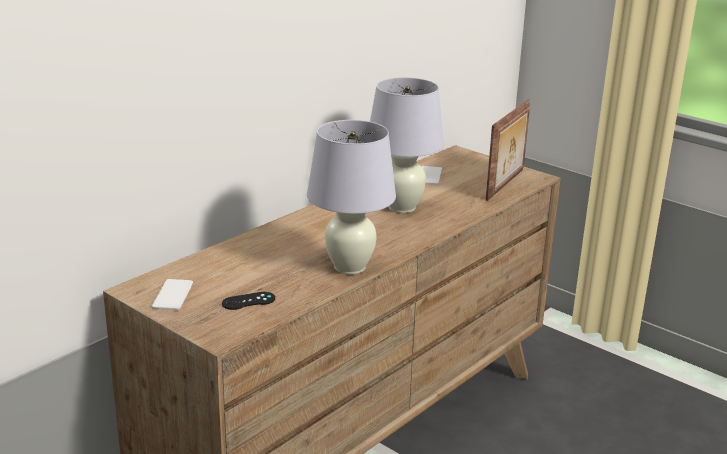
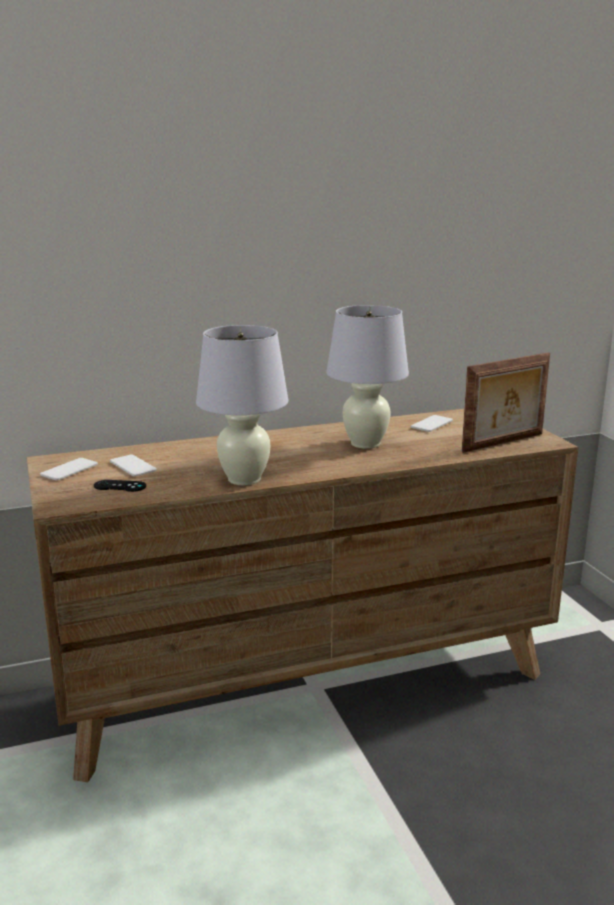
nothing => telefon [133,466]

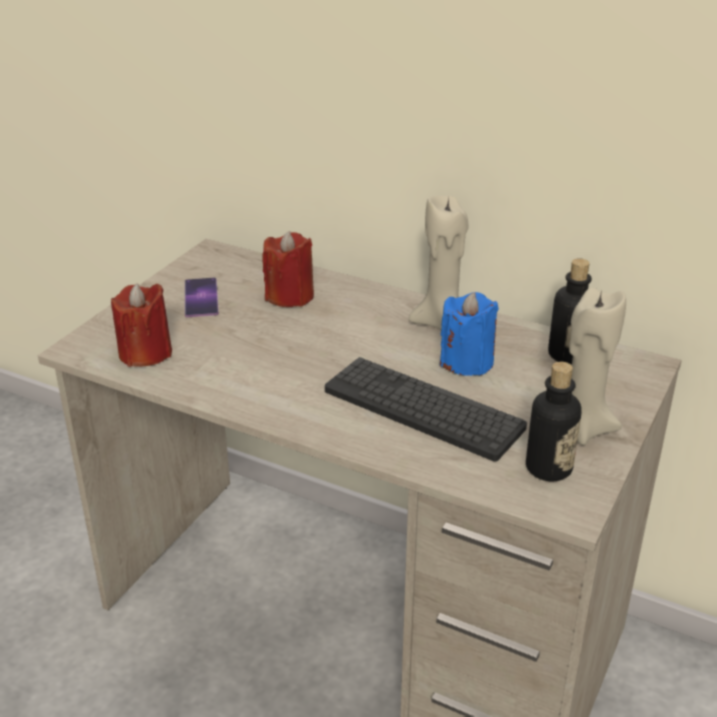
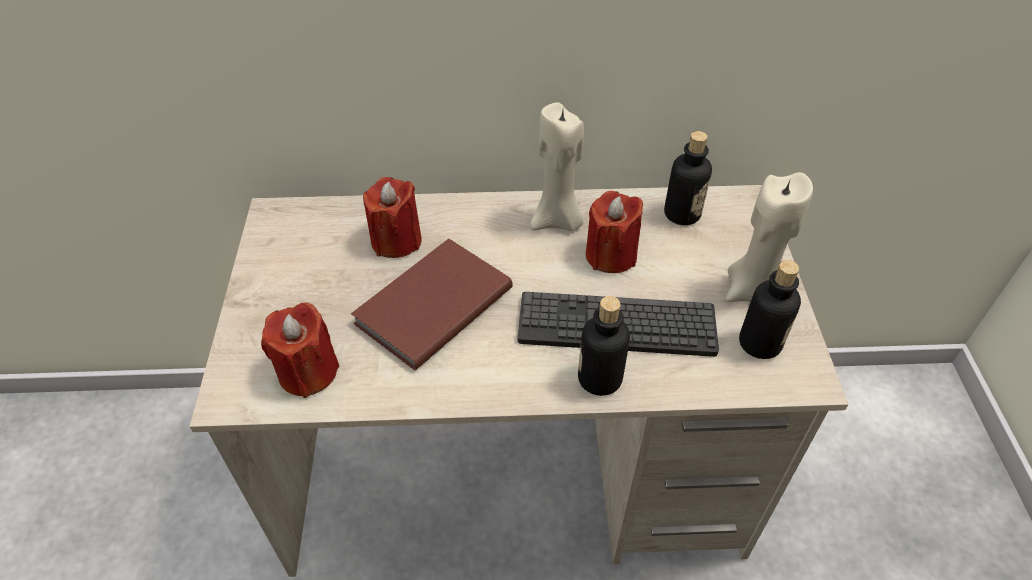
telefon [201,298] => nothing
świeca/niebieski [467,362] => świeca/czerwony [611,255]
nothing => książka/brązowy [430,305]
nothing => butelka [599,379]

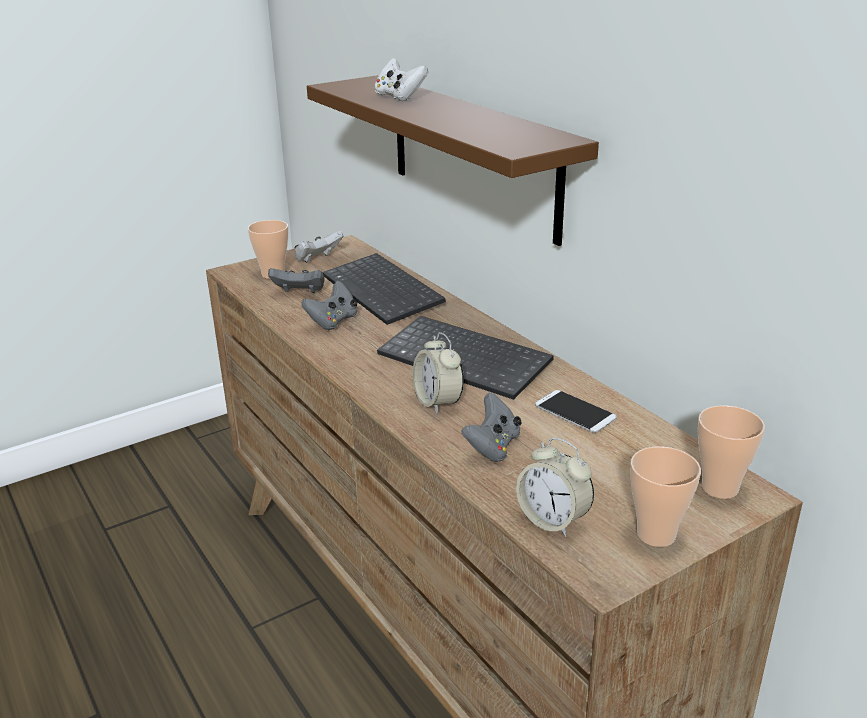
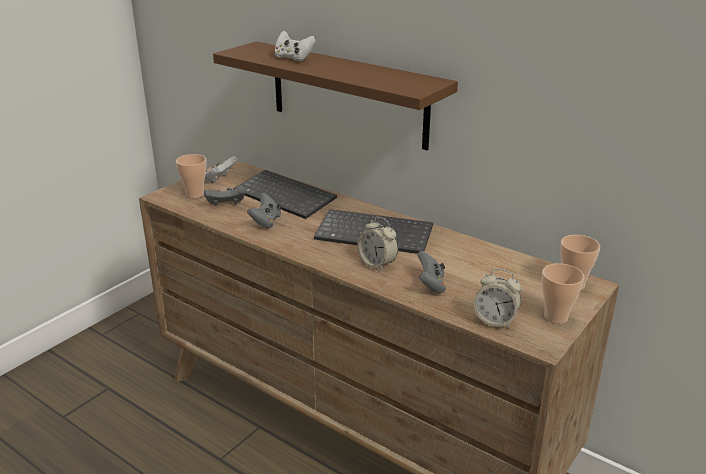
telefon [575,412] => nothing

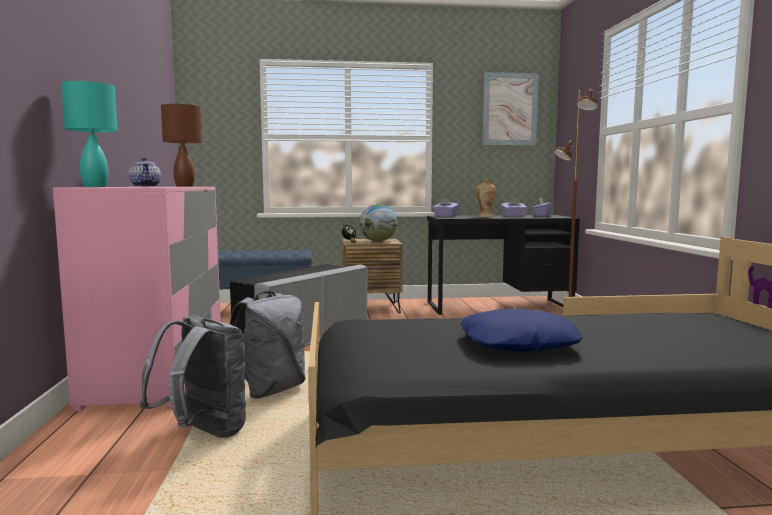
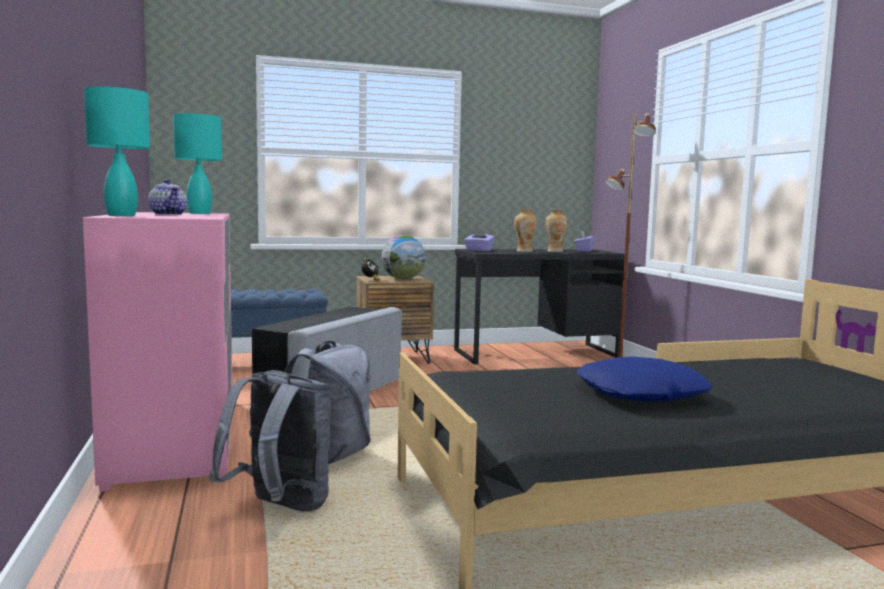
obraz [510,109] => nothing
lampa stołowa/brązowy [185,186] => lampa stołowa/turkusowy [200,213]
pudełko chusteczek/fioletowy [513,216] => wazon [555,251]

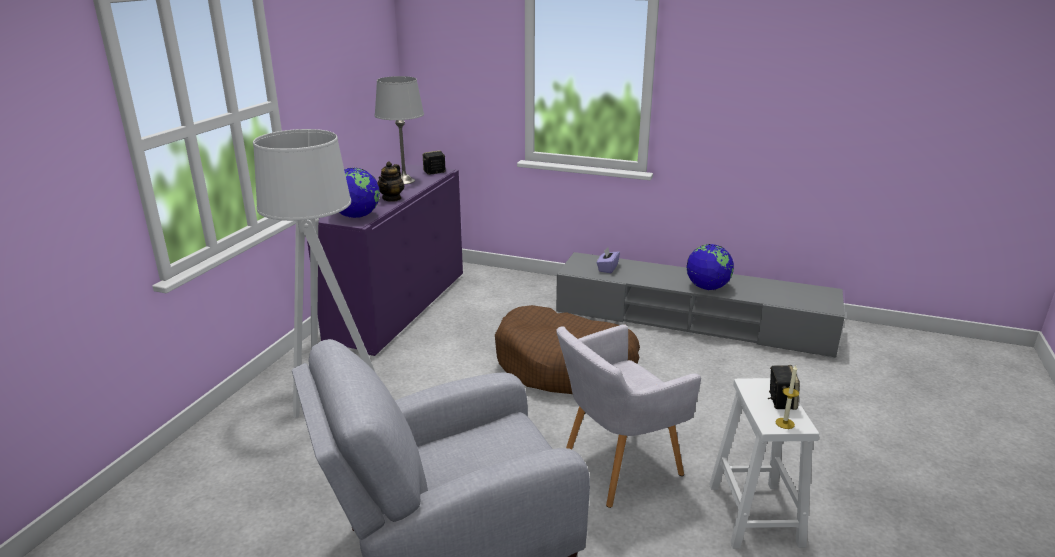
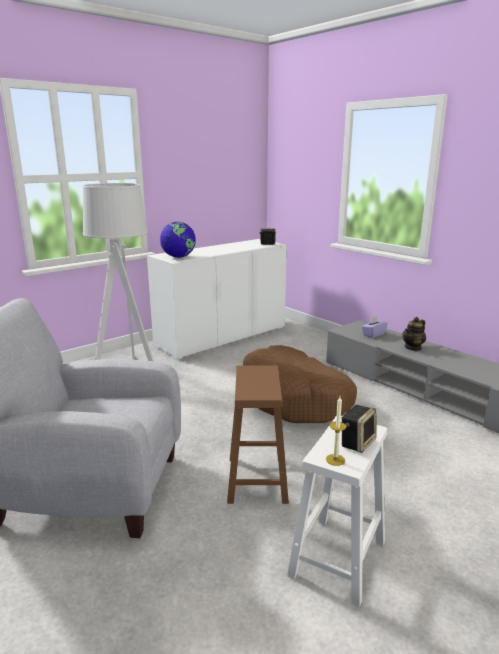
lampa stołowa/szary [404,181] => nothing
imbryk [392,198] => imbryk [413,347], moved
szafka/fioletowy [399,307] => szafka/biały [222,337]
globus [707,287] => nothing
fotel/szary [616,468] => stołek/brązowy [256,478]

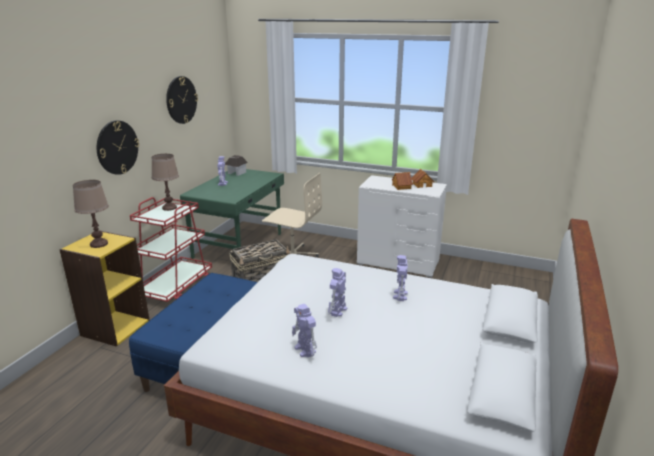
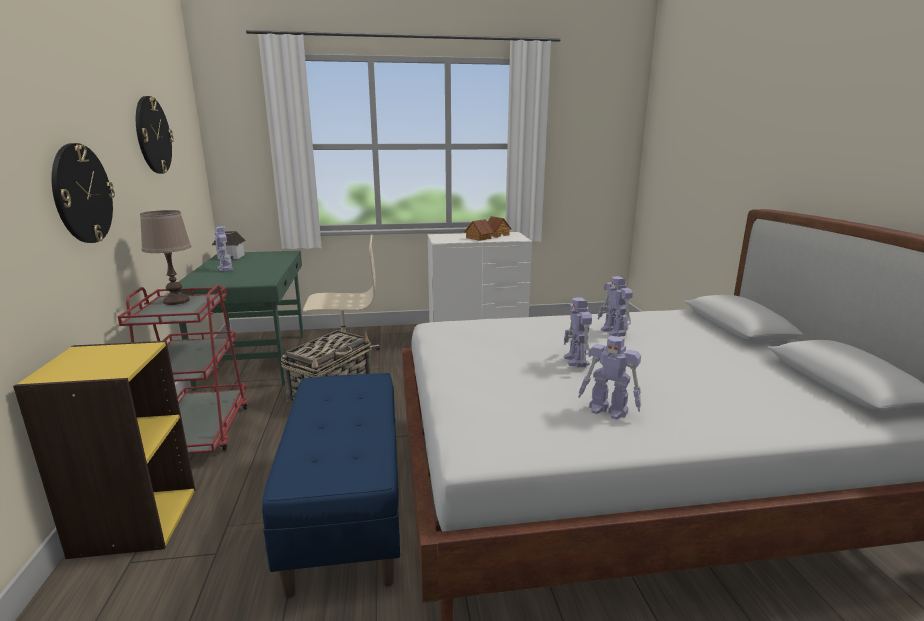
lampa stołowa/brązowy [99,244] => nothing

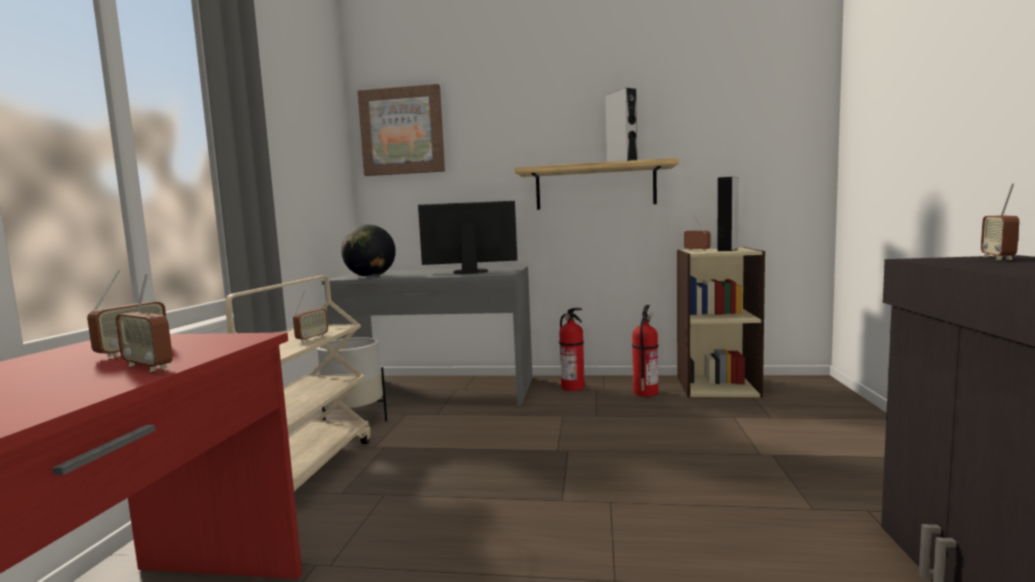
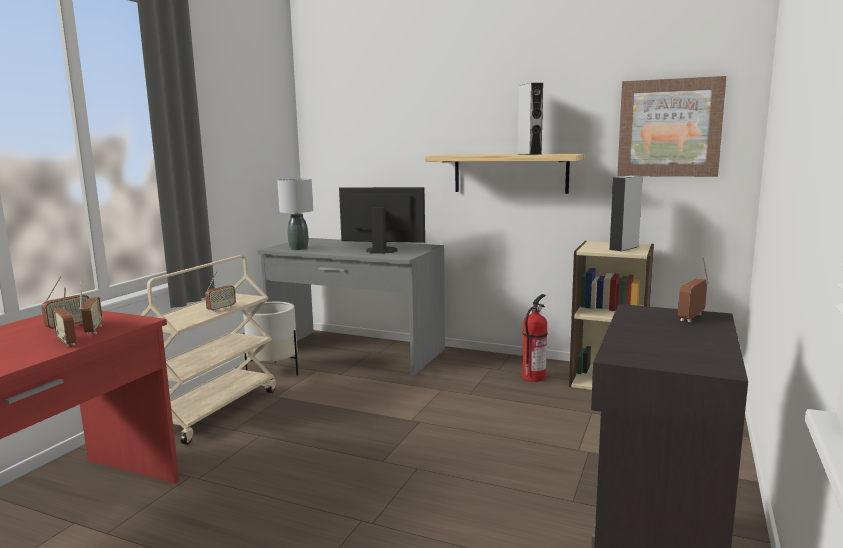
obraz [402,131] => obraz [669,128], moved
radio [696,250] => radio [93,330], moved
globus [370,276] => lampa stołowa/szary [298,248]
gaśnica [573,387] => nothing

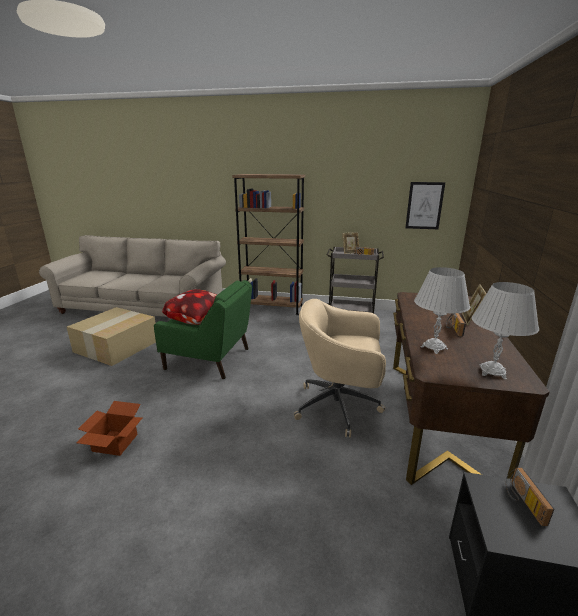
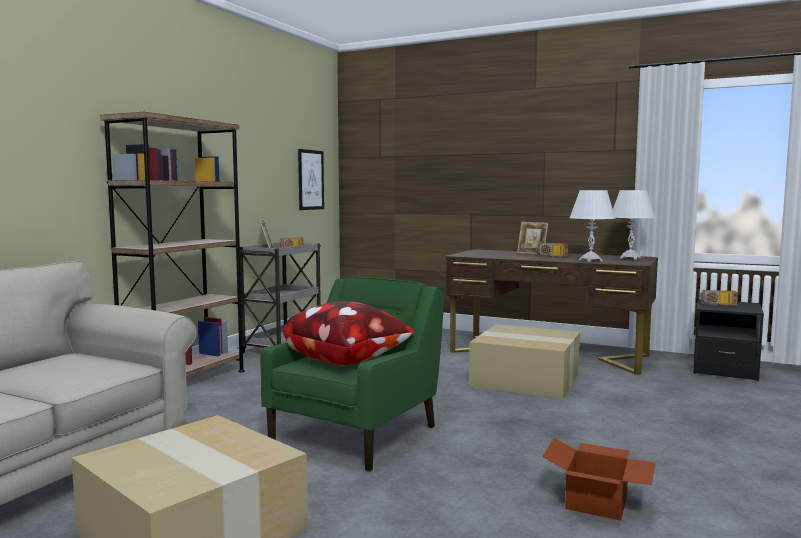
krzesło biurowe/beżowy [339,407] => karton [523,379]

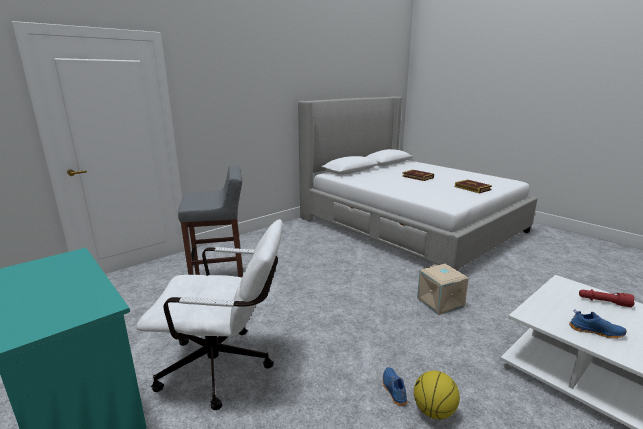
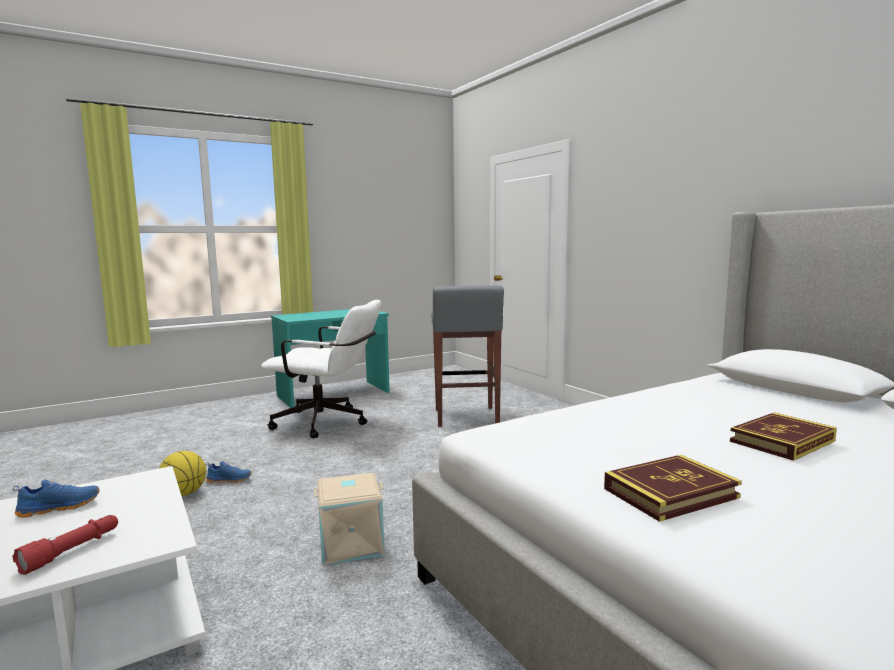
krzesło biurowe/biały [225,367] => krzesło biurowe/biały [328,423], 90 degrees counterclockwise
but/niebieski [595,331] => but/niebieski [59,507], 150 degrees counterclockwise

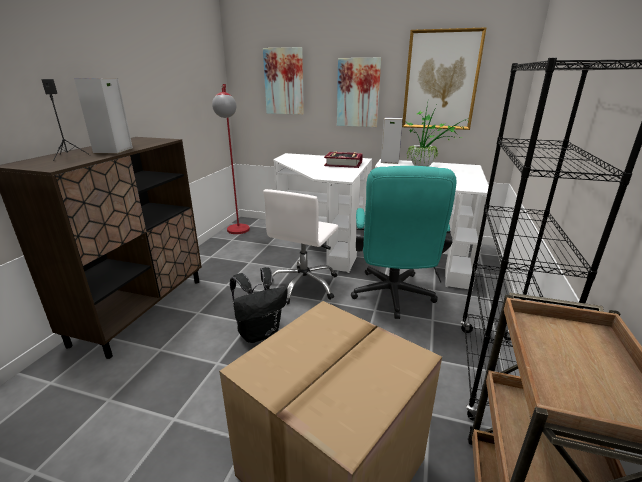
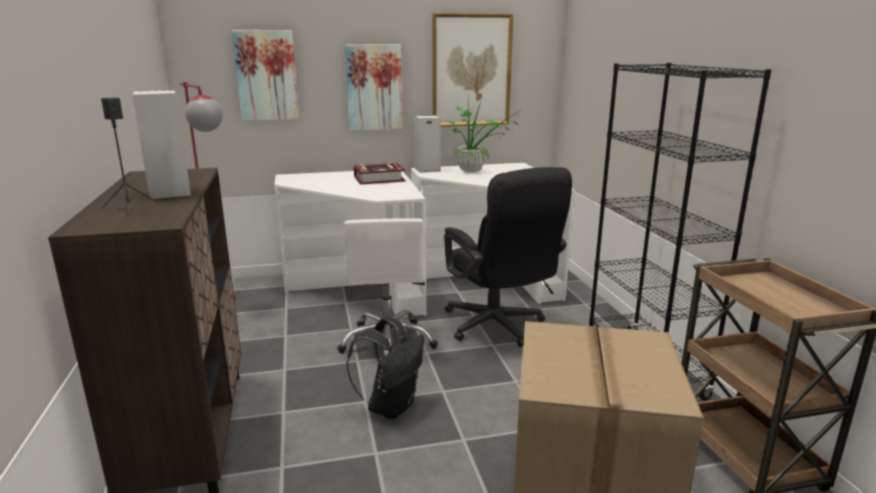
krzesło biurowe/turkusowy [393,298] => krzesło biurowe/czarny [498,328]

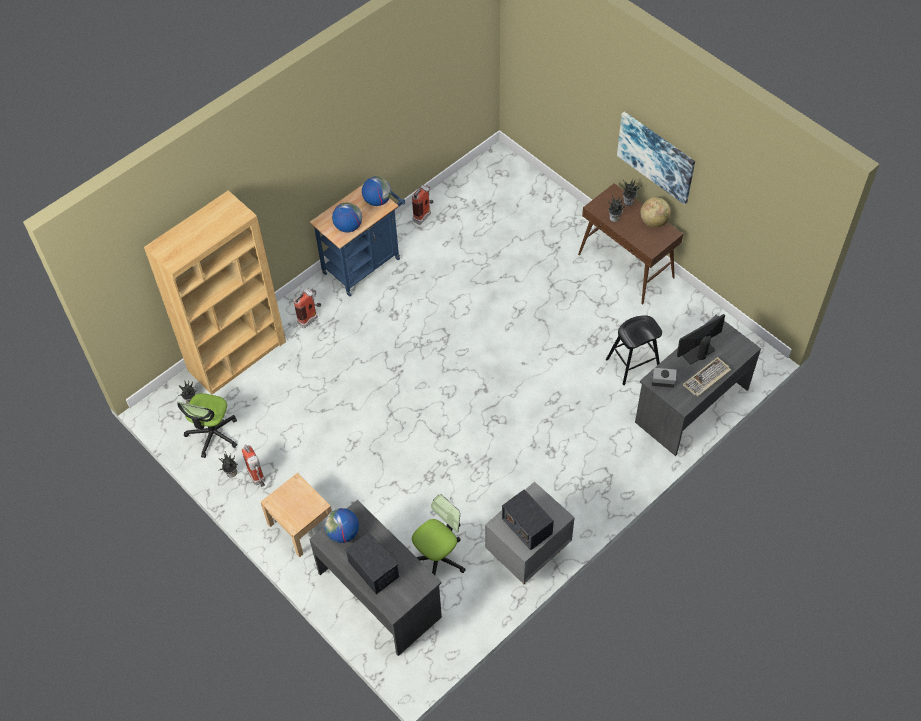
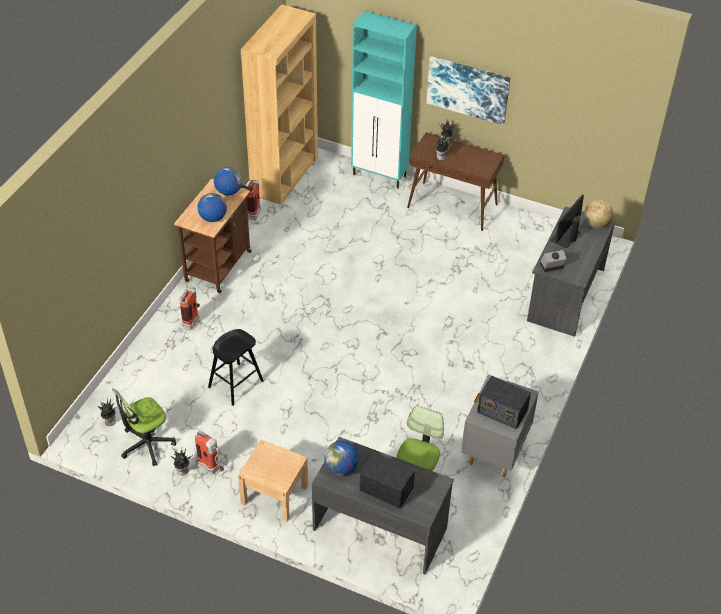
wózek/niebieski [365,263] => wózek/brązowy [220,263]
regał/brązowy [237,356] => regał/brązowy [284,176], moved
globus [654,221] => globus [596,224], moved
stołek/czarny [632,364] => stołek/czarny [235,384], moved
klawiatura [707,378] => nothing
krzesło biurowe [213,434] => krzesło biurowe [147,444], 60 degrees clockwise
nothing => szafka/turkusowy [380,176]

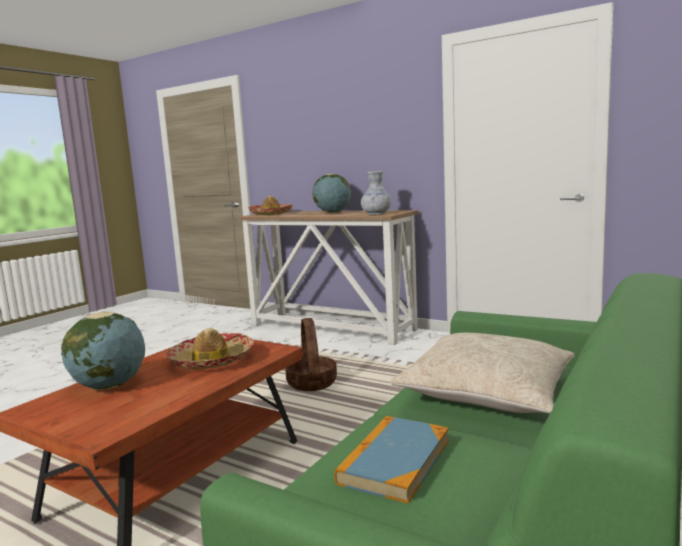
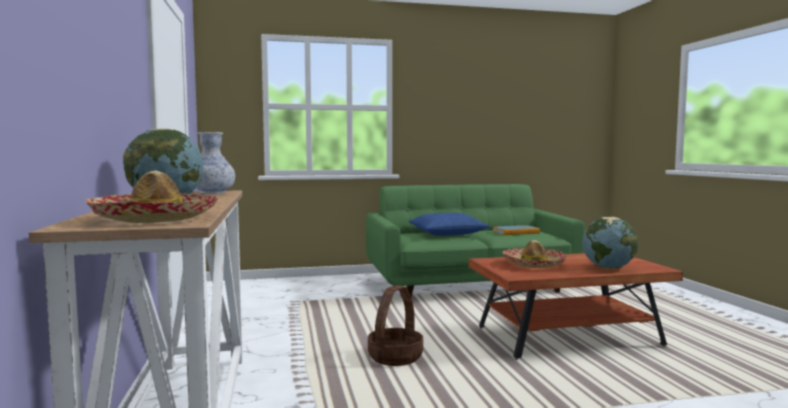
poduszka/beżowy [487,389] => poduszka/niebieski [447,233]

